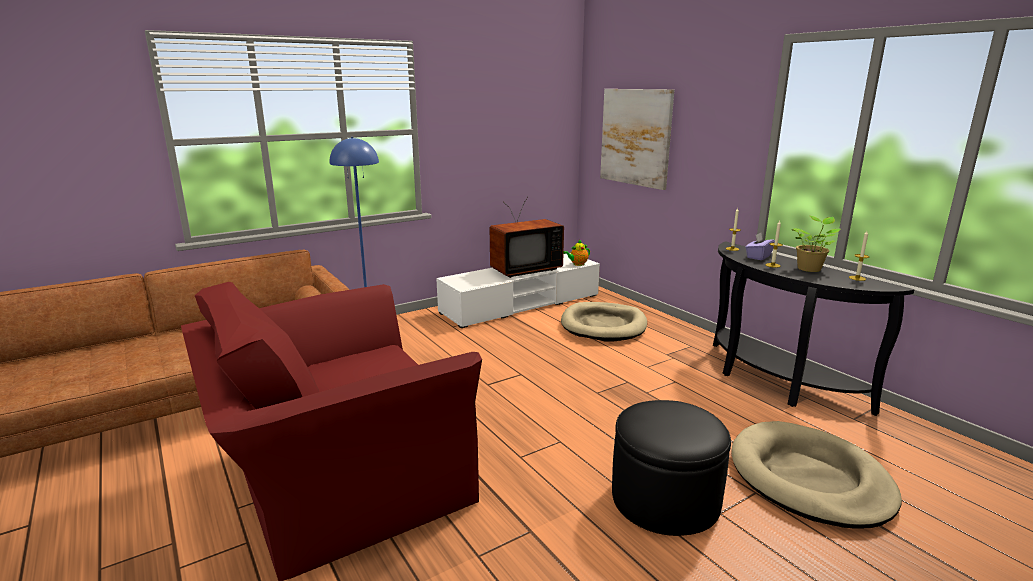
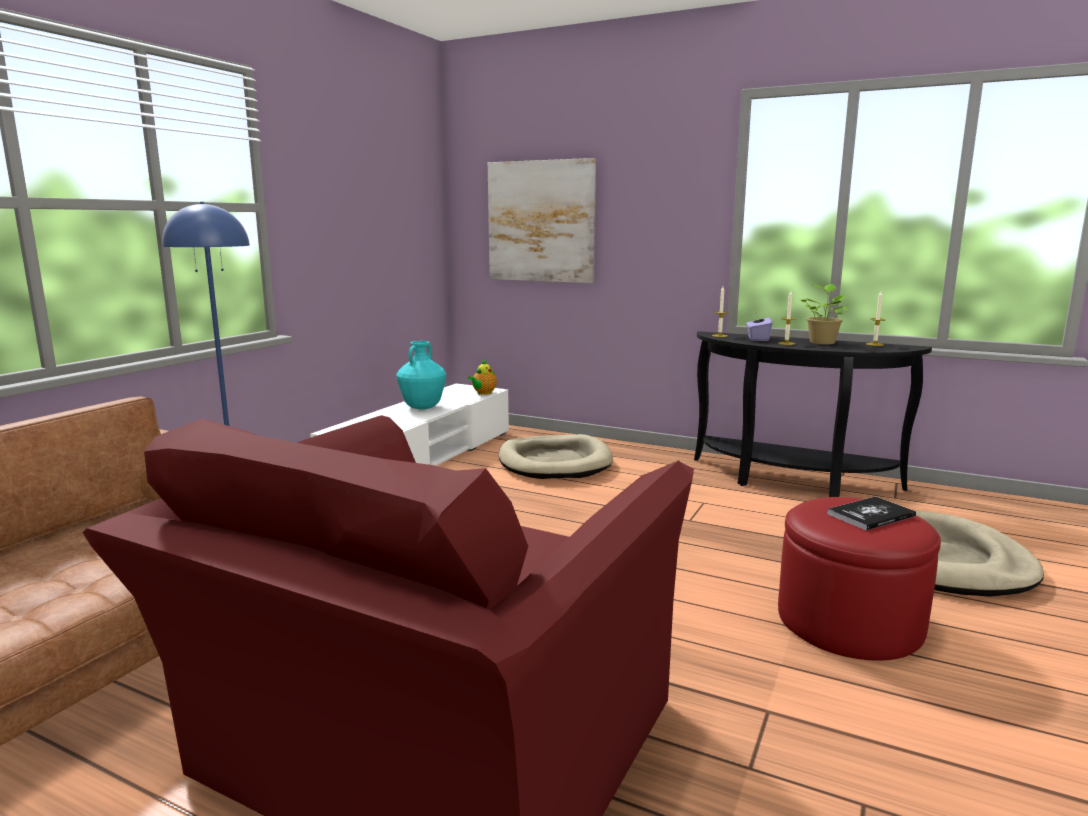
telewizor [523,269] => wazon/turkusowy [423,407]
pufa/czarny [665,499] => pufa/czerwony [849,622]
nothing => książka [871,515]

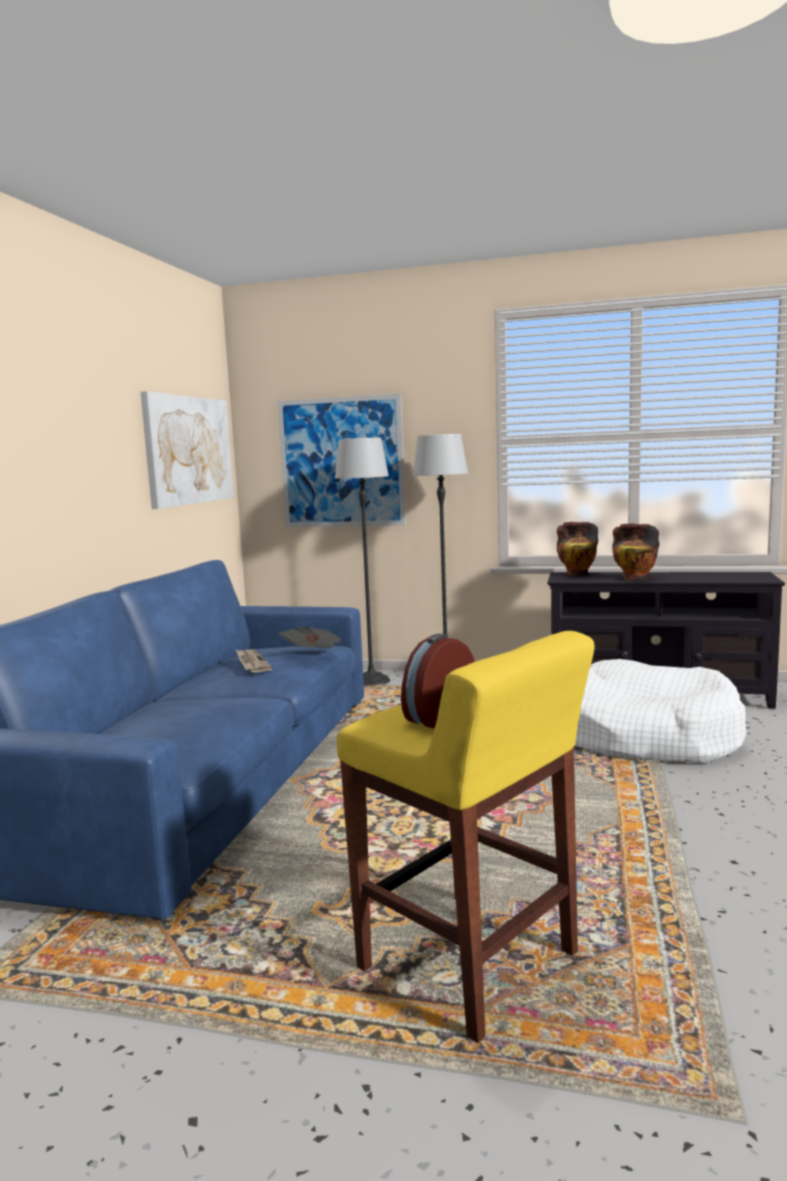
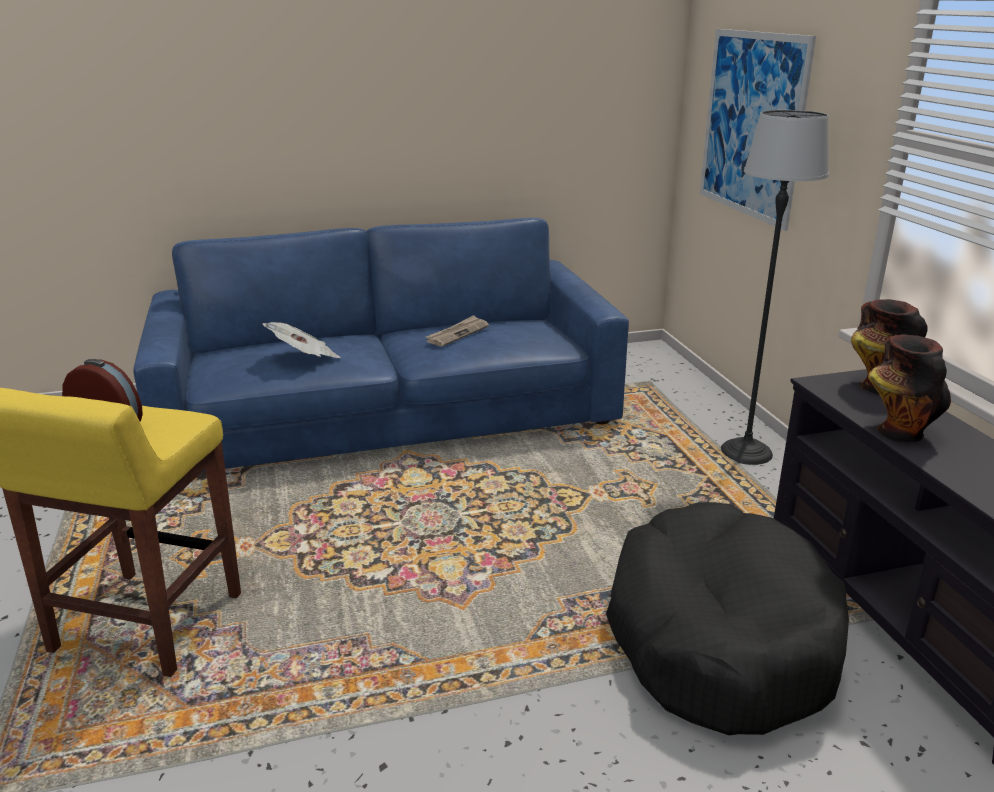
obraz [189,450] => nothing
lampa stojąca [371,681] => nothing
gazeta [313,655] => gazeta [304,358], moved
legowisko/biały [642,735] => legowisko/czarny [719,638]

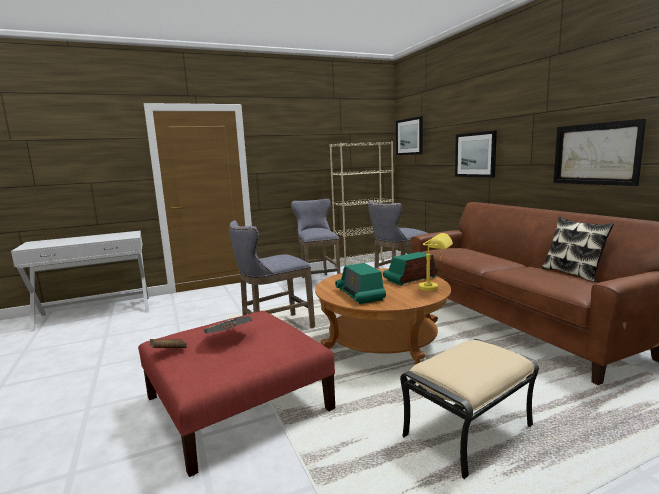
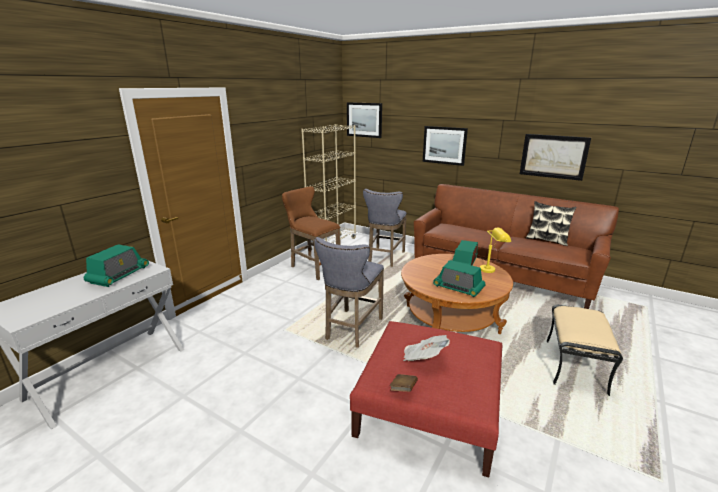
stołek/szary [318,280] => stołek/brązowy [313,267]
nothing => radio [119,275]

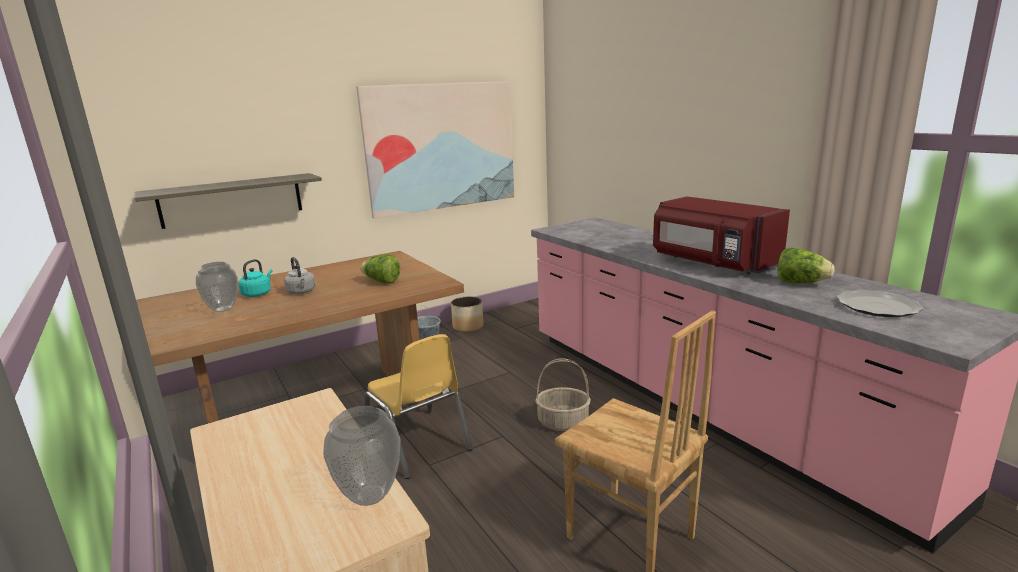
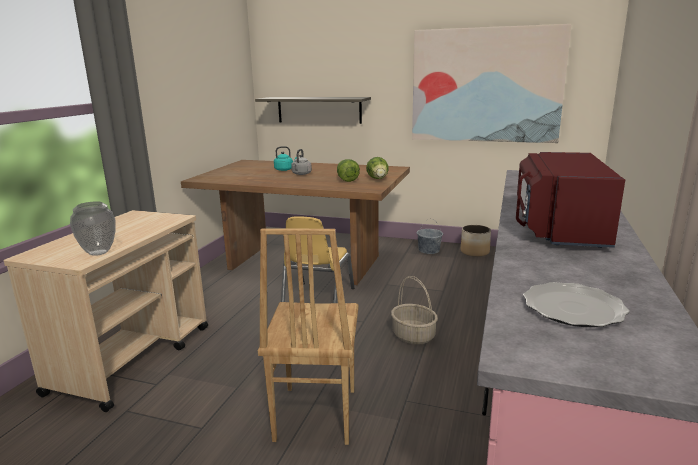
sałata [800,283] => sałata [378,179], moved
wazon [223,309] => nothing

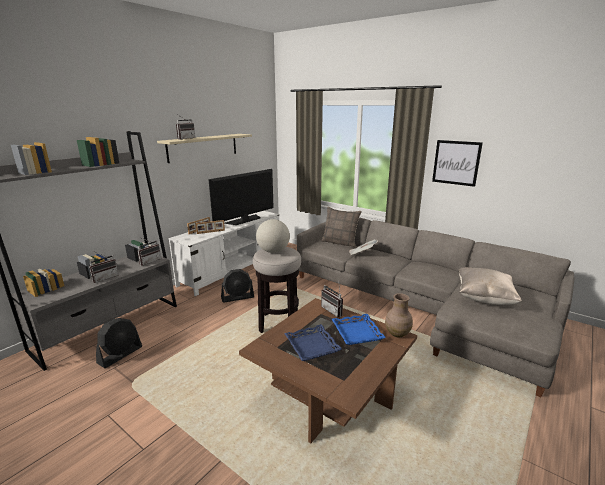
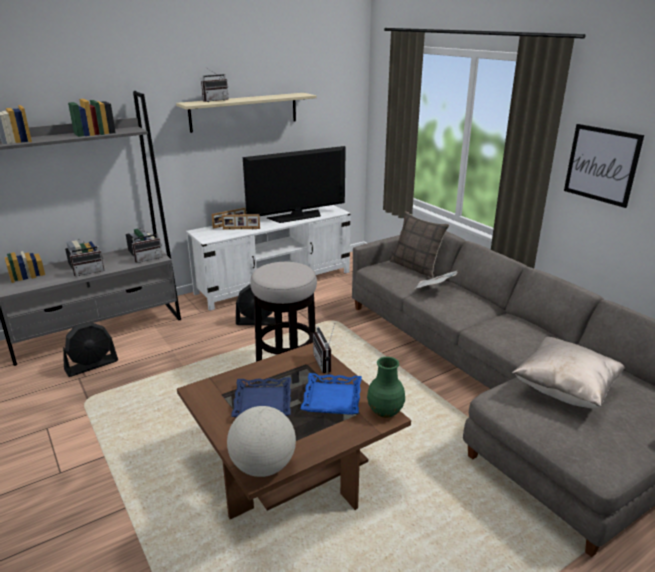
globus [273,251] => globus [263,466], moved
wazon/brązowy [397,333] => wazon/zielony [384,411]

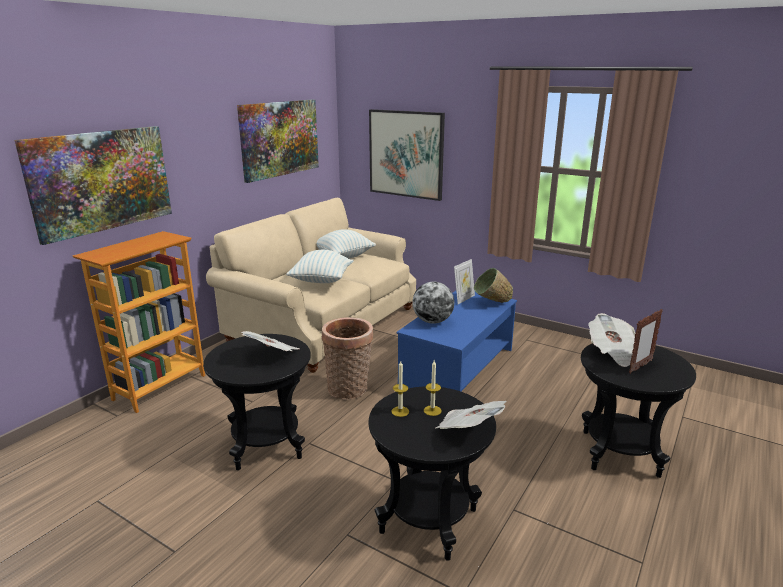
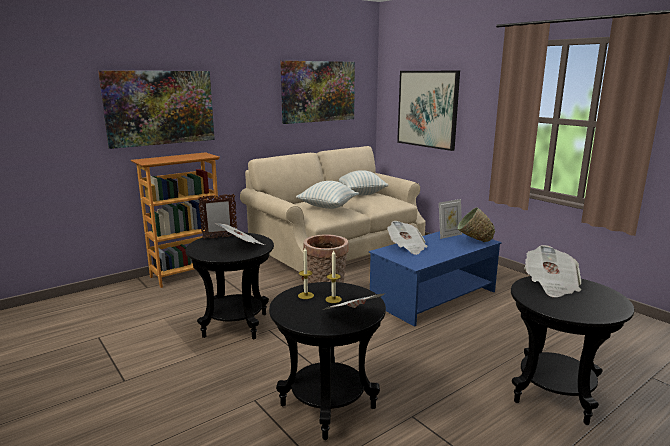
globus [432,321] => gazeta [407,248]
ramka na zdjęcie [640,367] => ramka na zdjęcie [219,237], moved

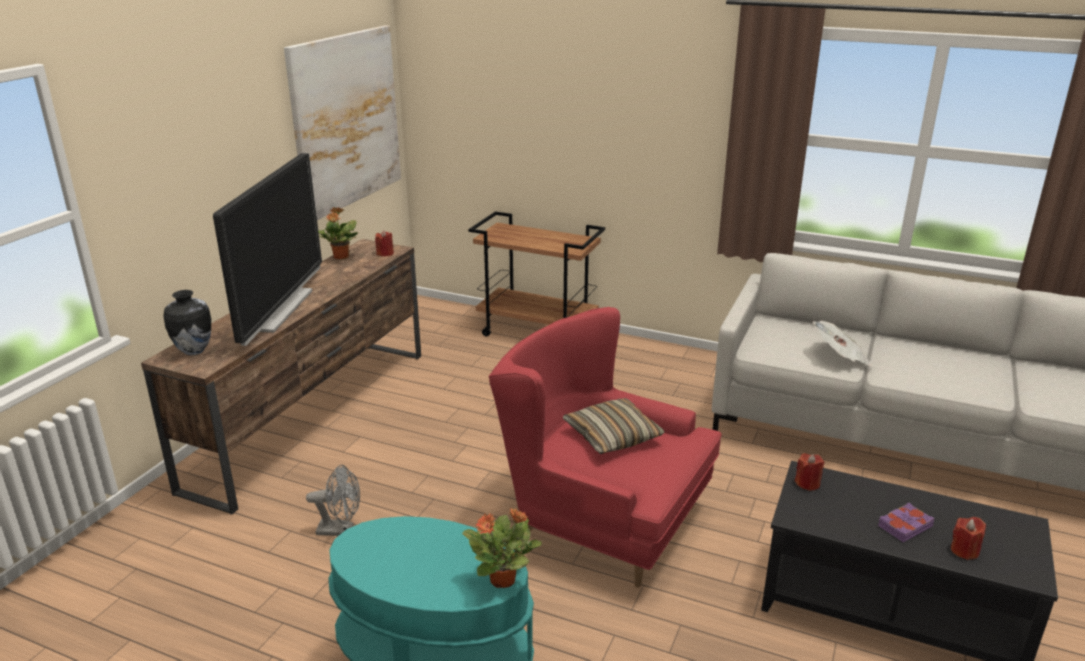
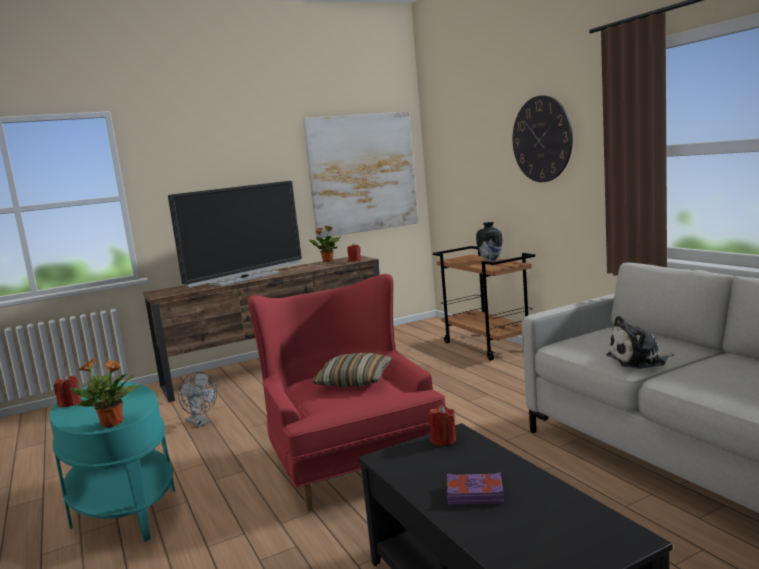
wazon [193,351] => wazon [490,260], moved
gazeta [840,357] => pluszak [639,360]
świeca/czerwony [964,551] => świeca/czerwony [70,403], moved
nothing => zegar ścienny [542,139]

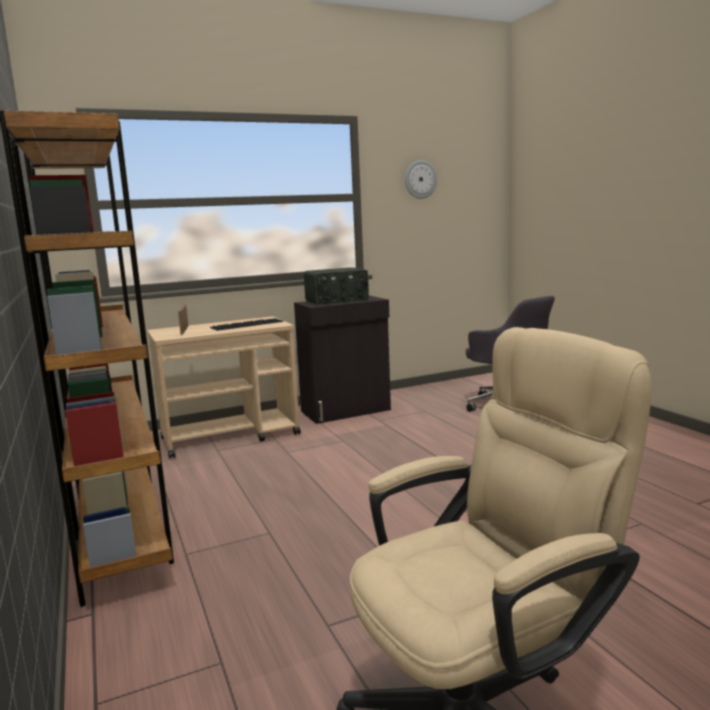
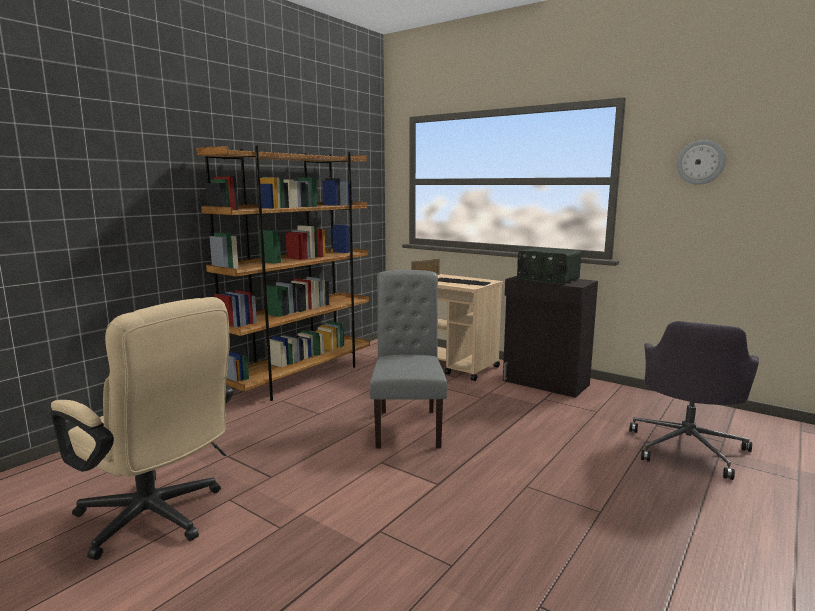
nothing => krzesło/szary [408,425]

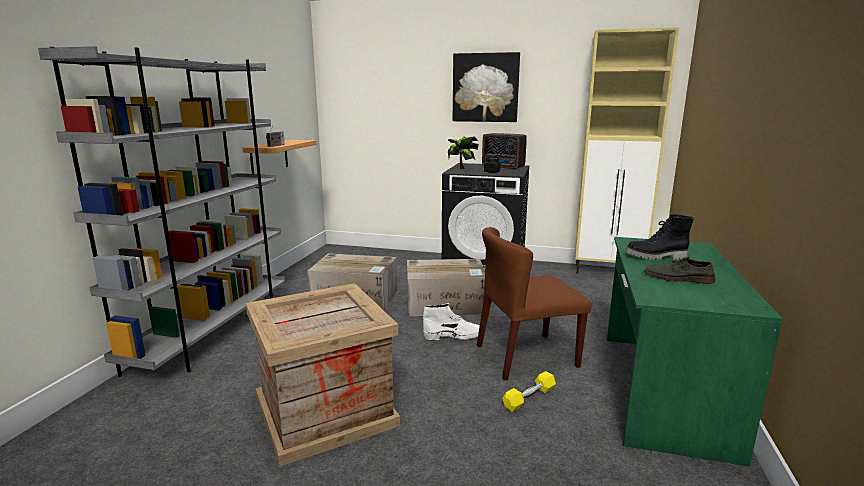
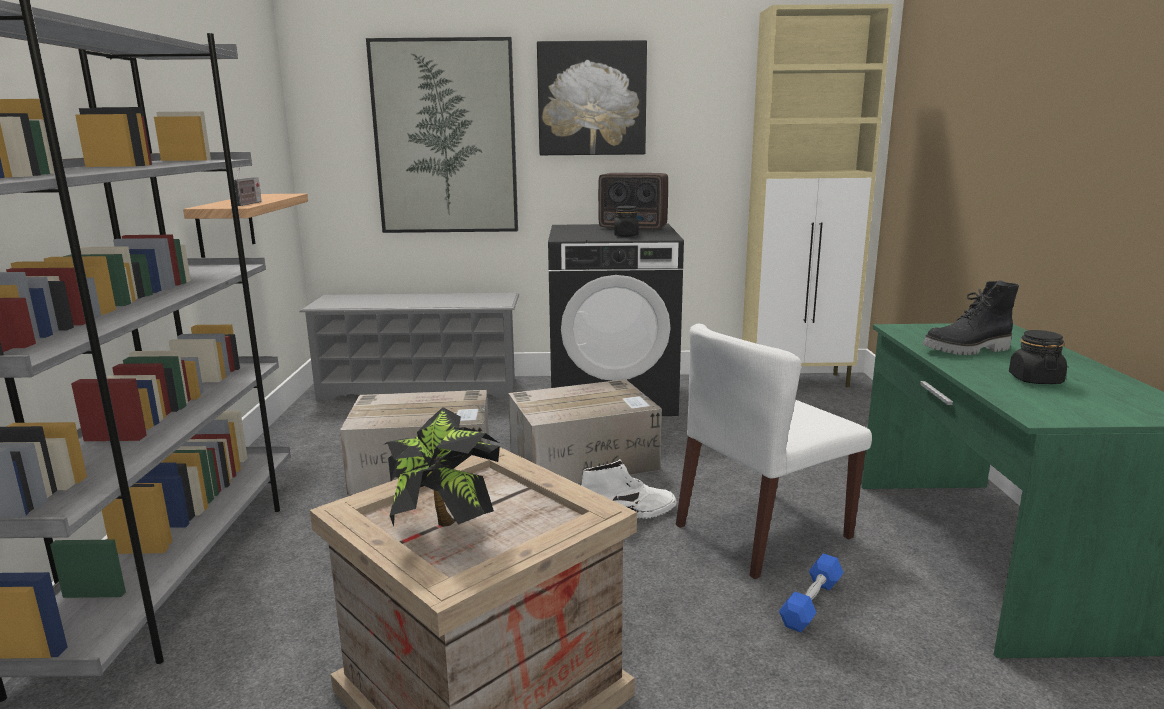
roślina doniczkowa [461,169] => roślina doniczkowa [443,532], moved
krzesło/brązowy [525,356] => krzesło/biały [762,532]
but/szary [678,278] => słoik/czarny [1035,379]
hantel/żółty [529,398] => hantel/niebieski [811,603]
nothing => obraz [445,138]
nothing => regał na buty/szary [420,389]

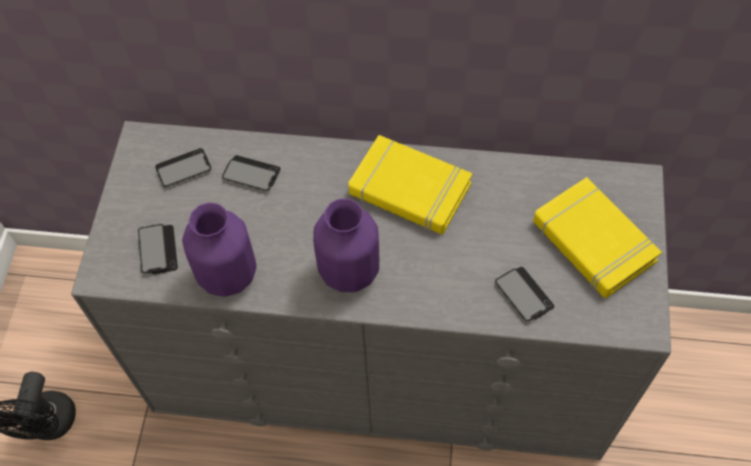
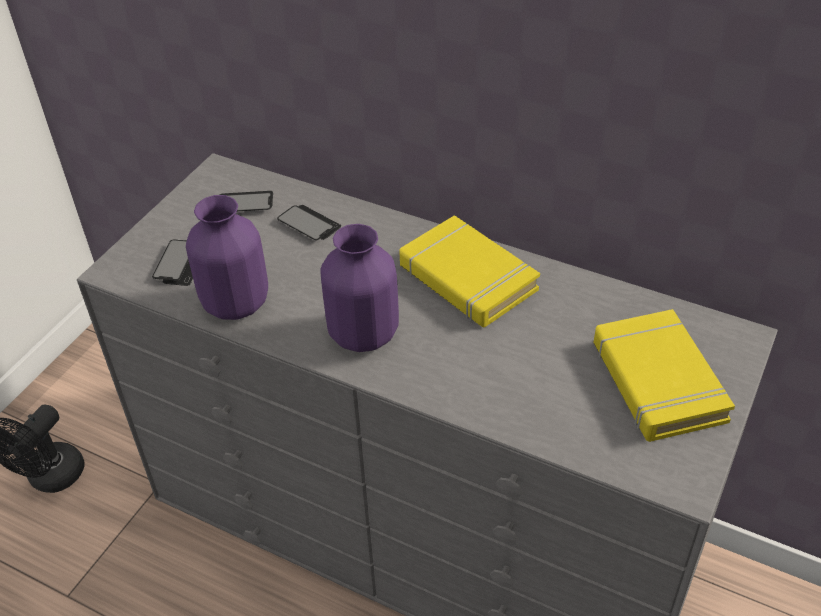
telefon [524,294] => nothing

